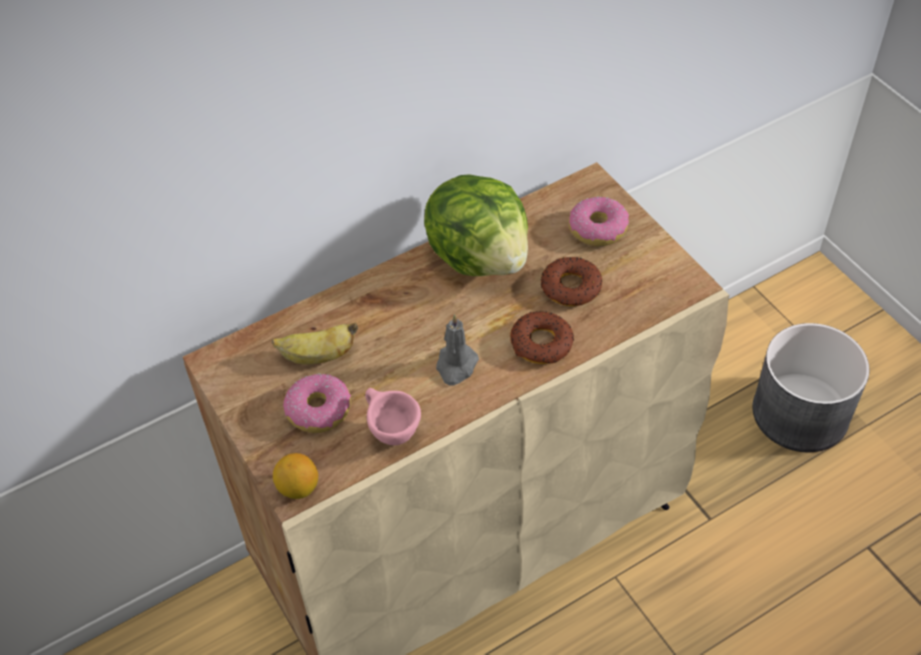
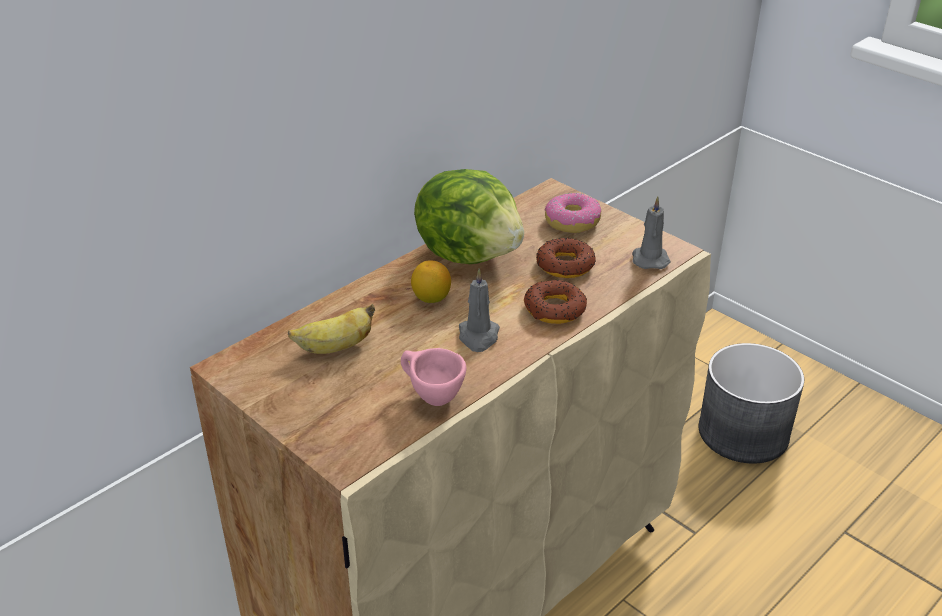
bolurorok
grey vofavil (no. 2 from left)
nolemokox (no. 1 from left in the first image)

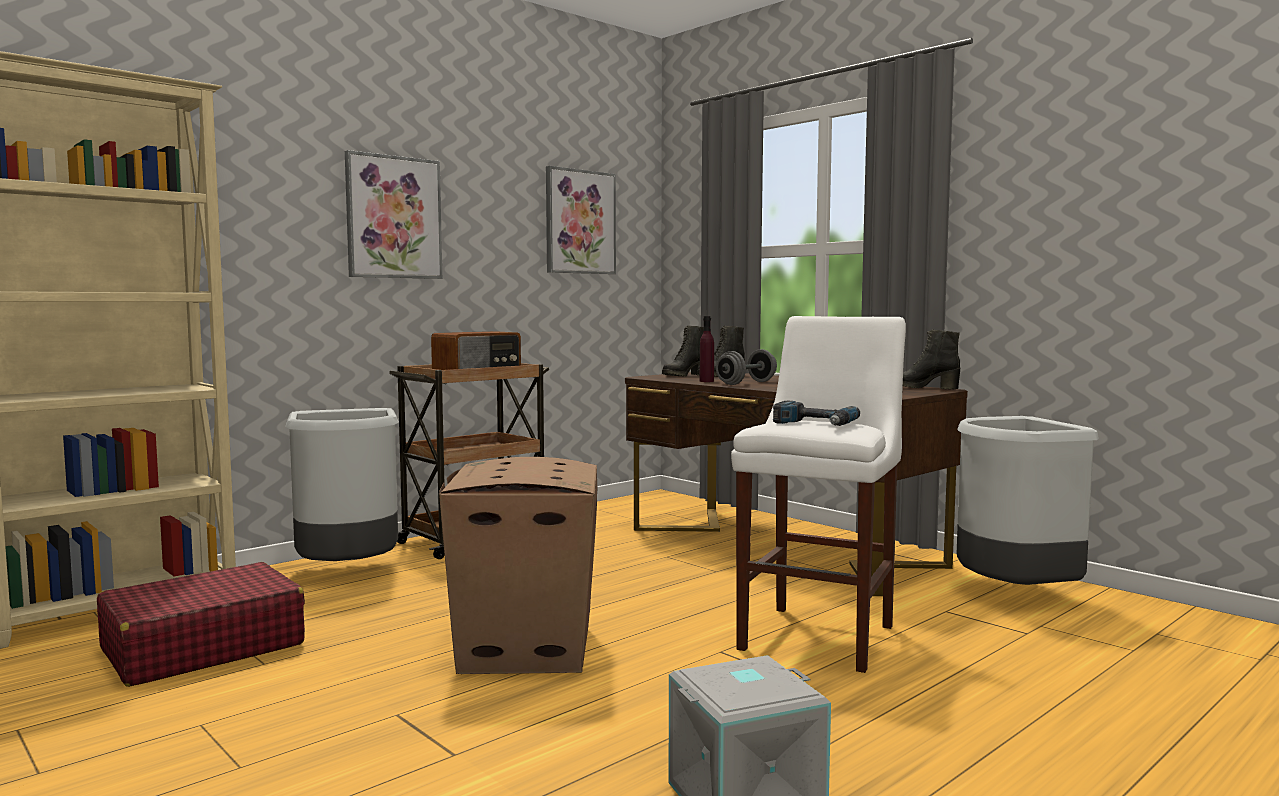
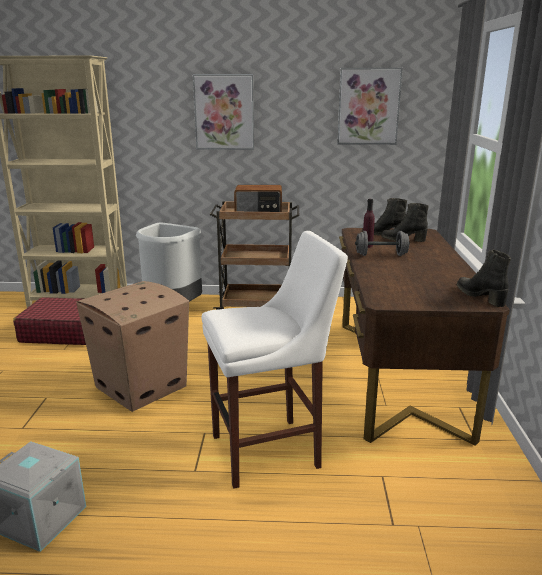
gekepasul
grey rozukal (no. 2 from left in the first image)

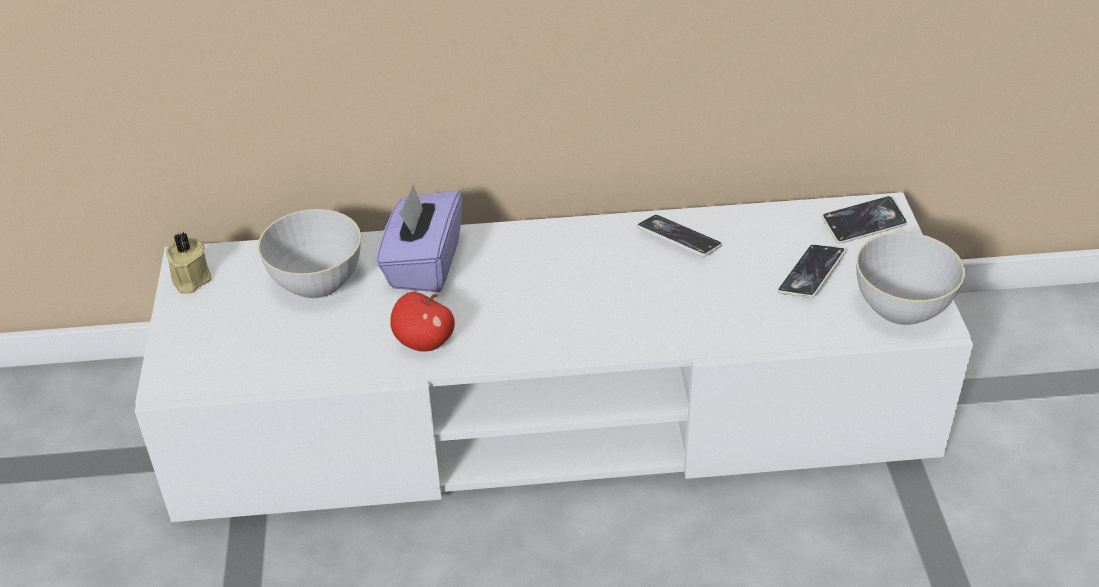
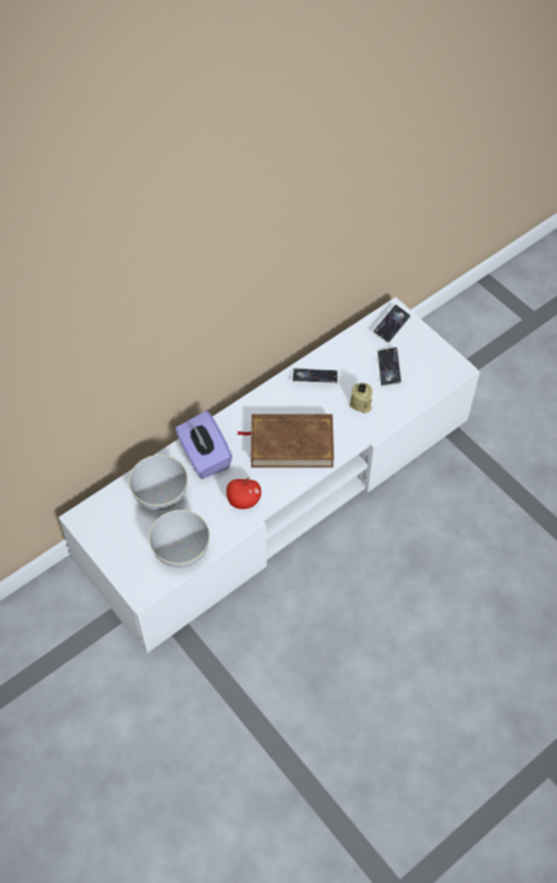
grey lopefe (no. 2 from left)
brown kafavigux
beige vofavil

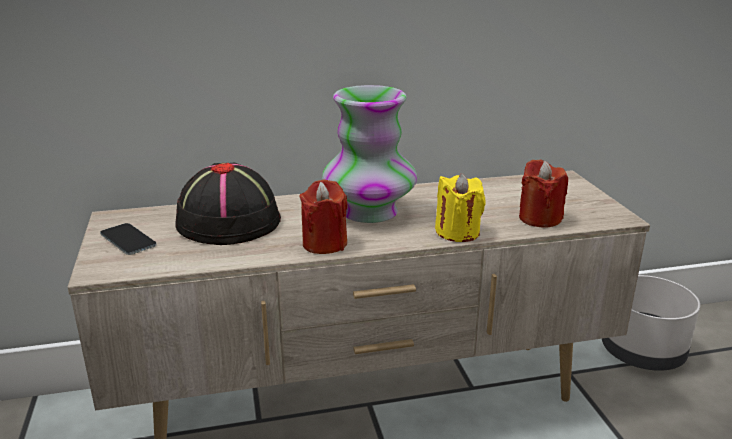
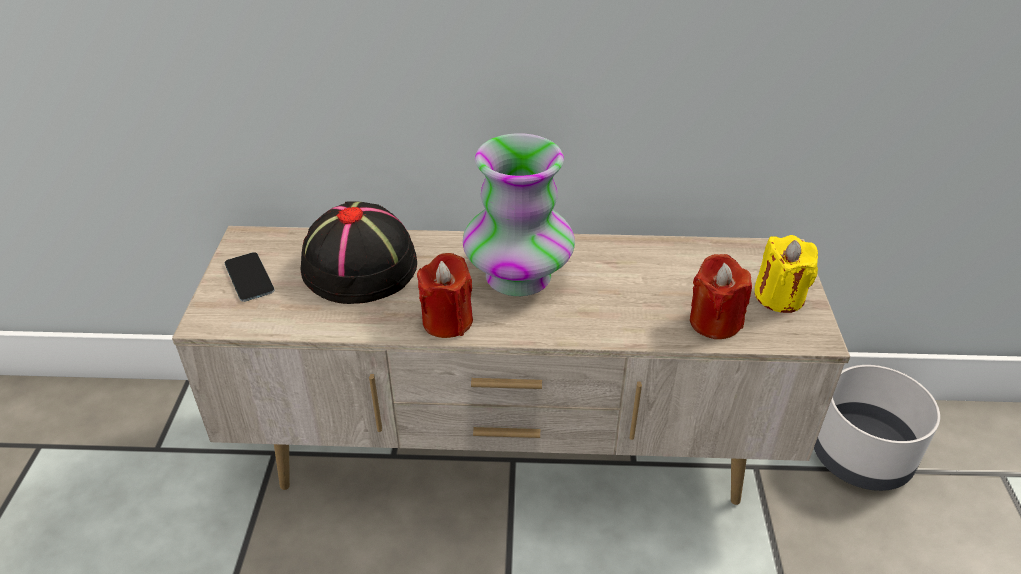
yellow vofavil

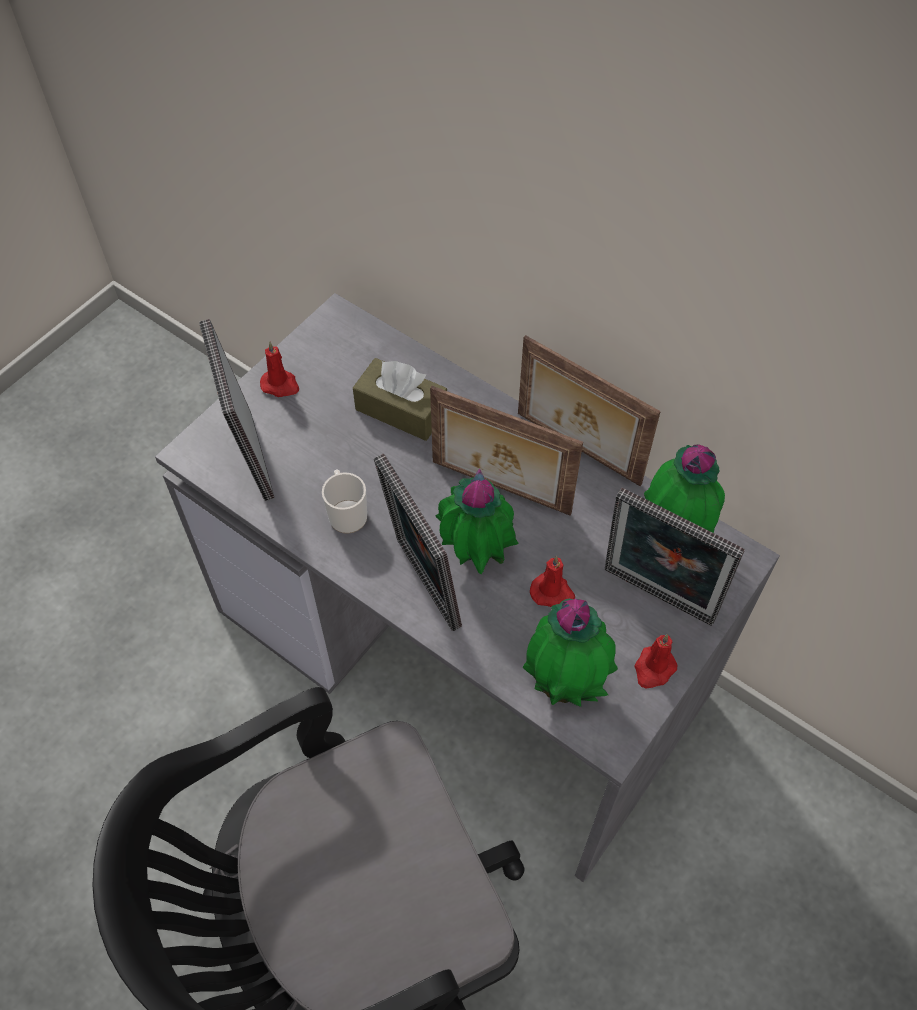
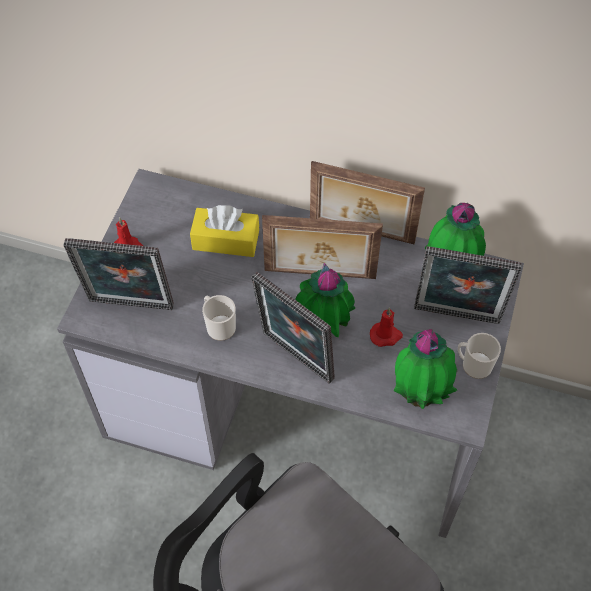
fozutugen (no. 1 from left)
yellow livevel
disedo (no. 2 from left)

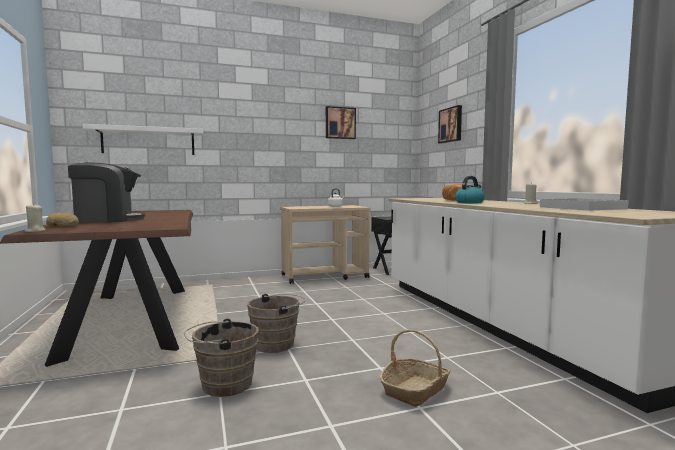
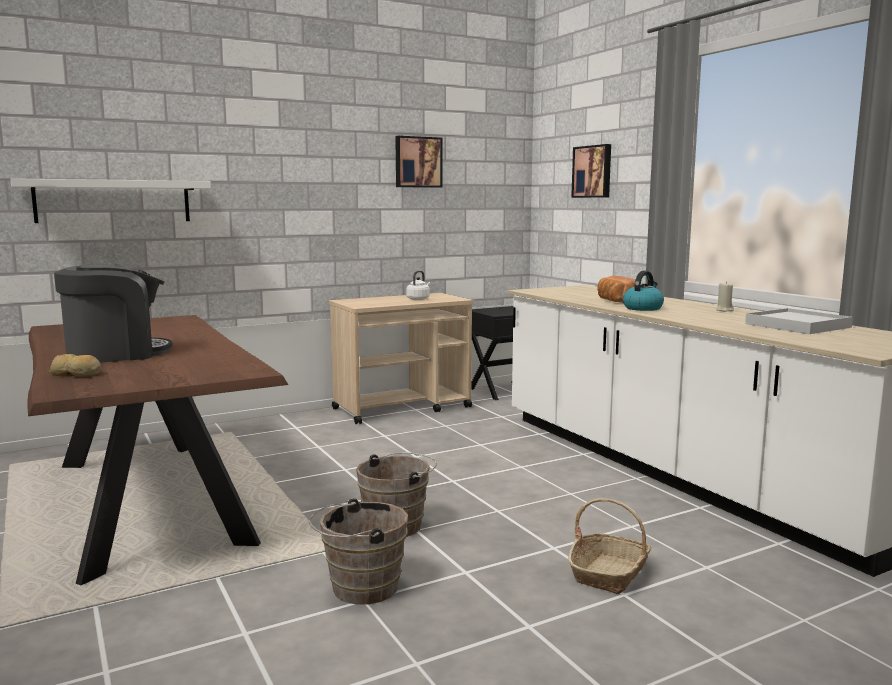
beige vofavil (no. 1 from left in the first image)

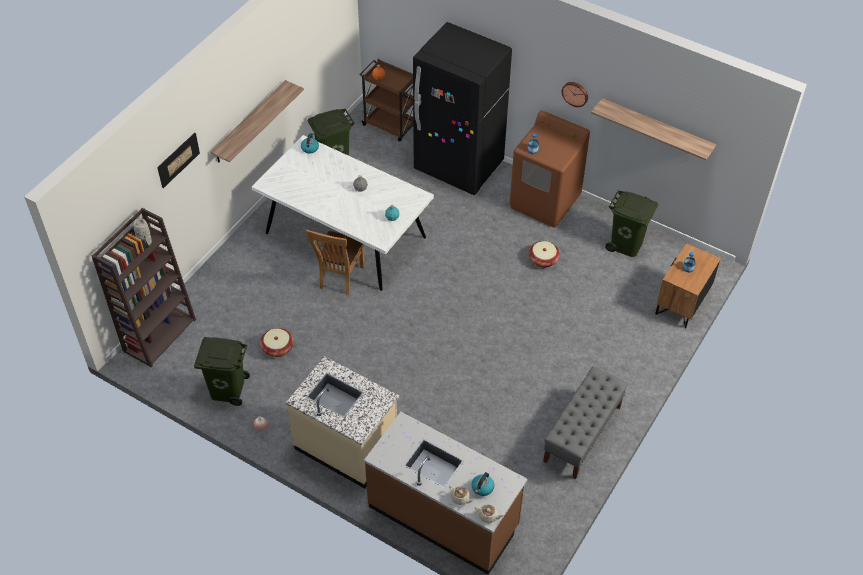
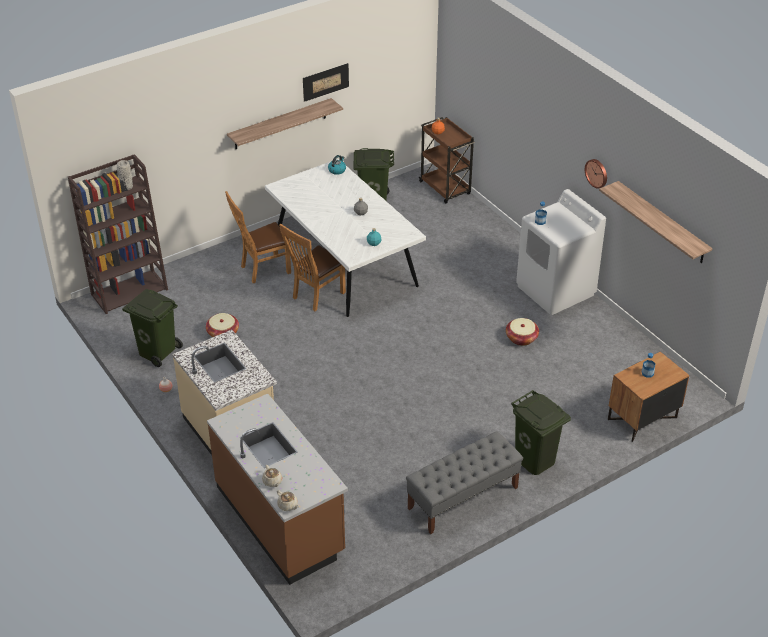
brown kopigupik (no. 1 from left)
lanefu
green rozukal (no. 3 from left)
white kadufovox
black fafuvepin
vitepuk (no. 2 from left in the first image)

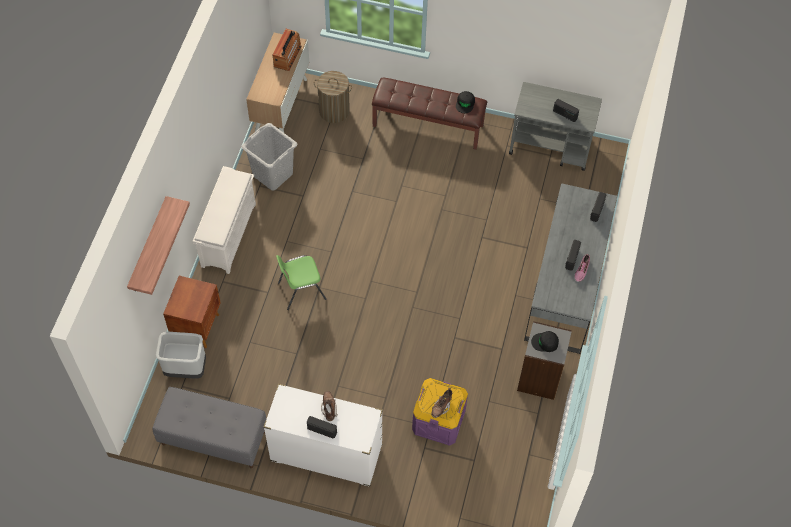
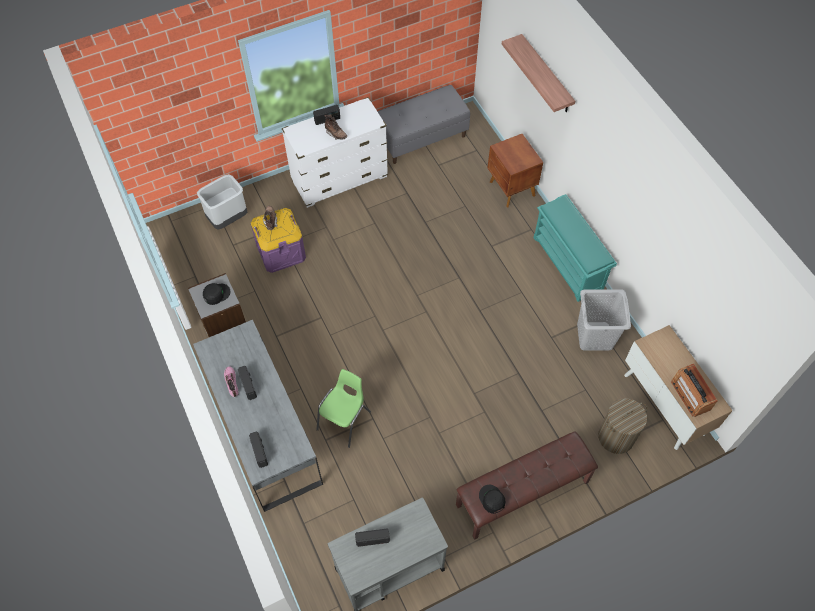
grey rozukal
green kopigupik
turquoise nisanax

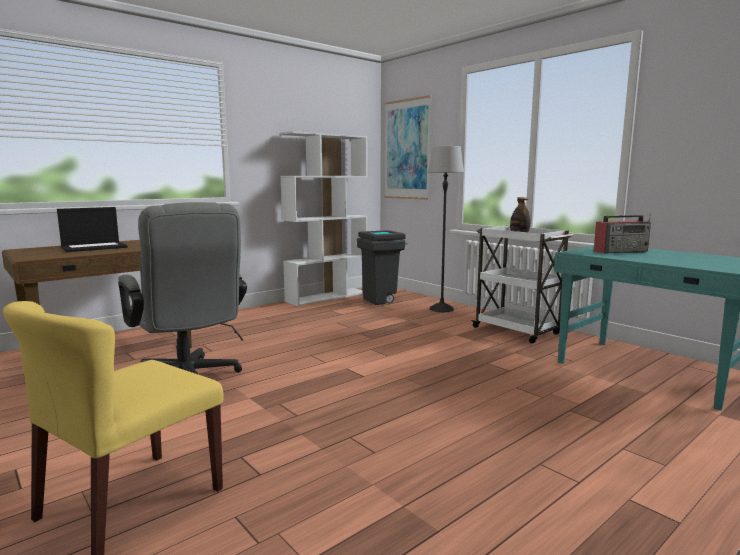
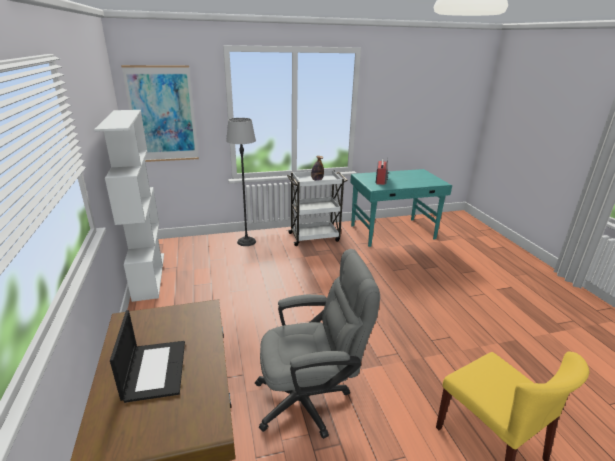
grey rozukal

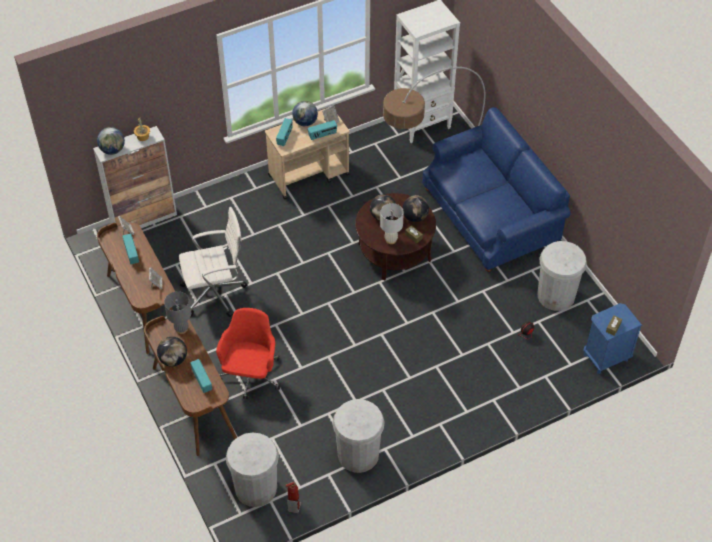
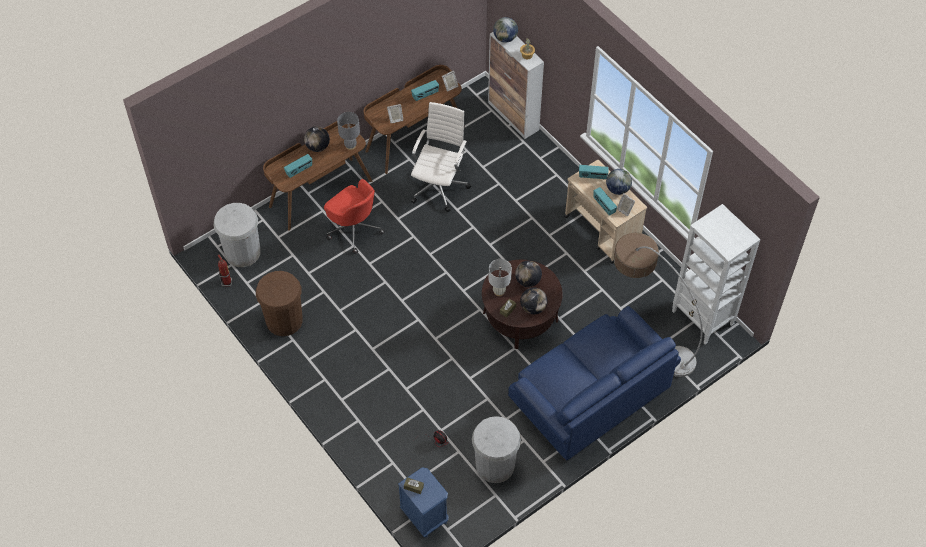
brown rozukal
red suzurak
white suzurak

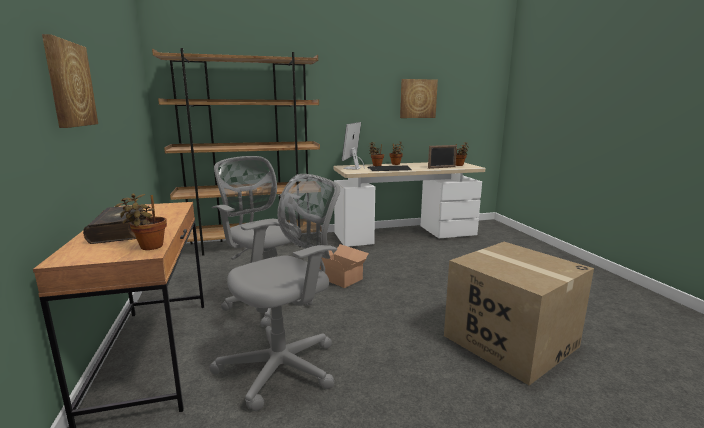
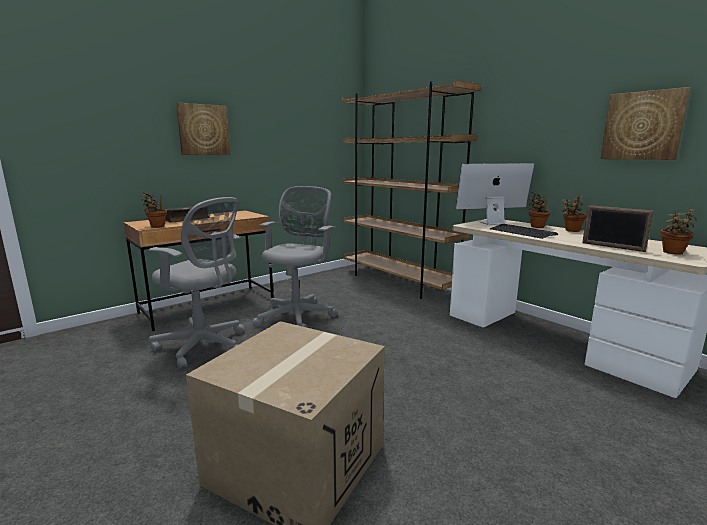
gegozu (no. 1 from left in the first image)

